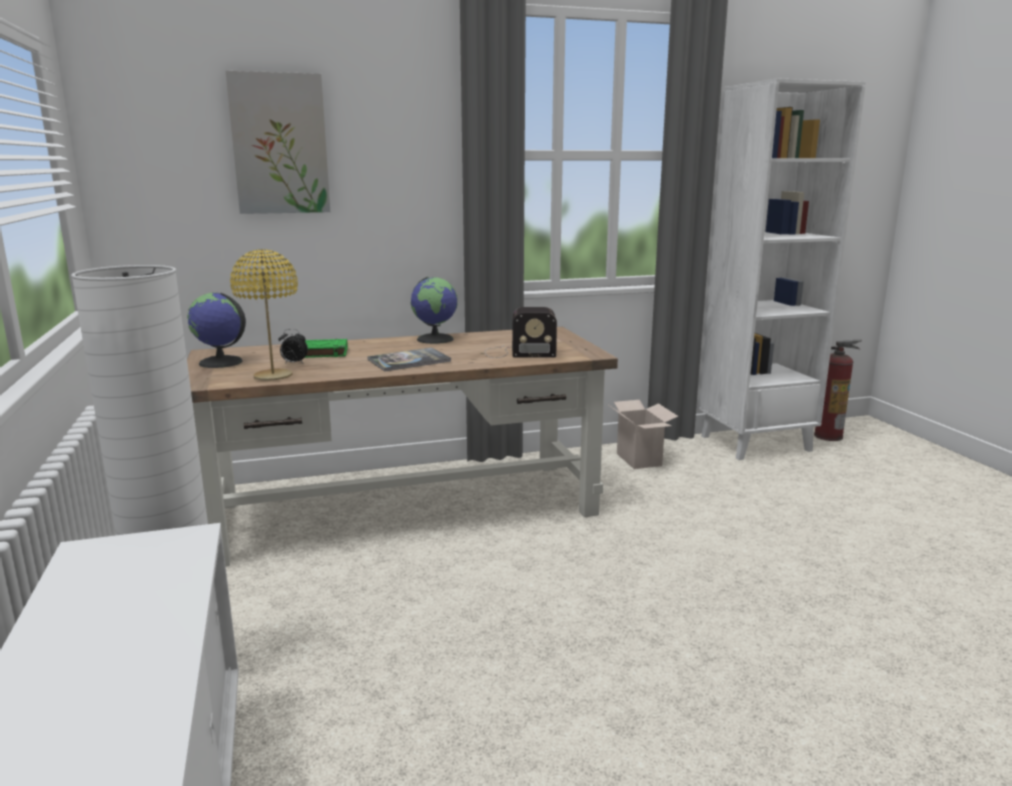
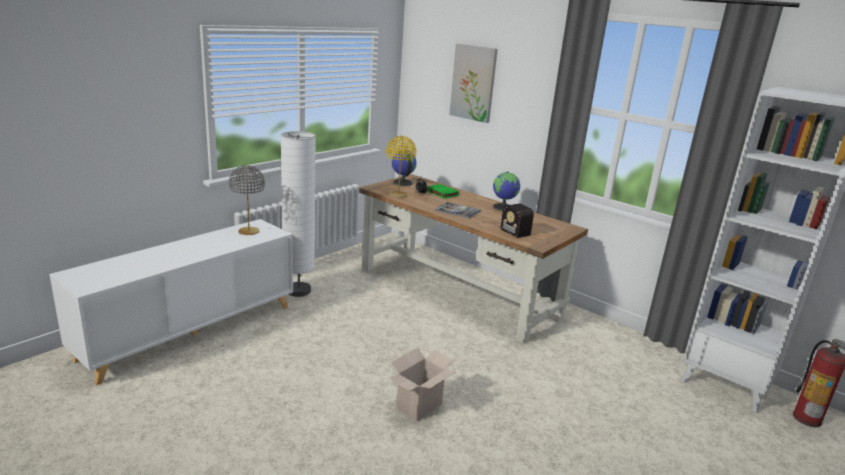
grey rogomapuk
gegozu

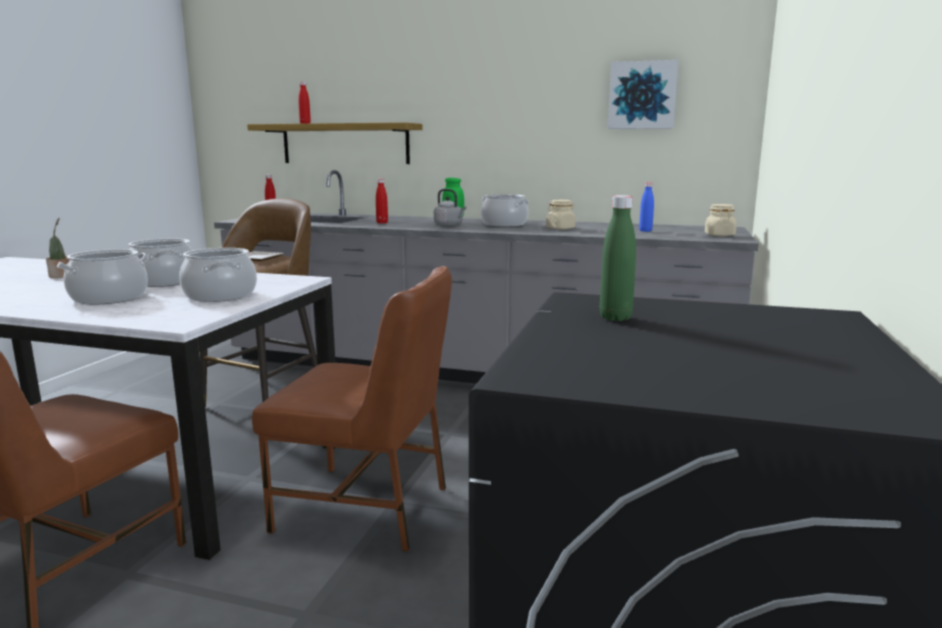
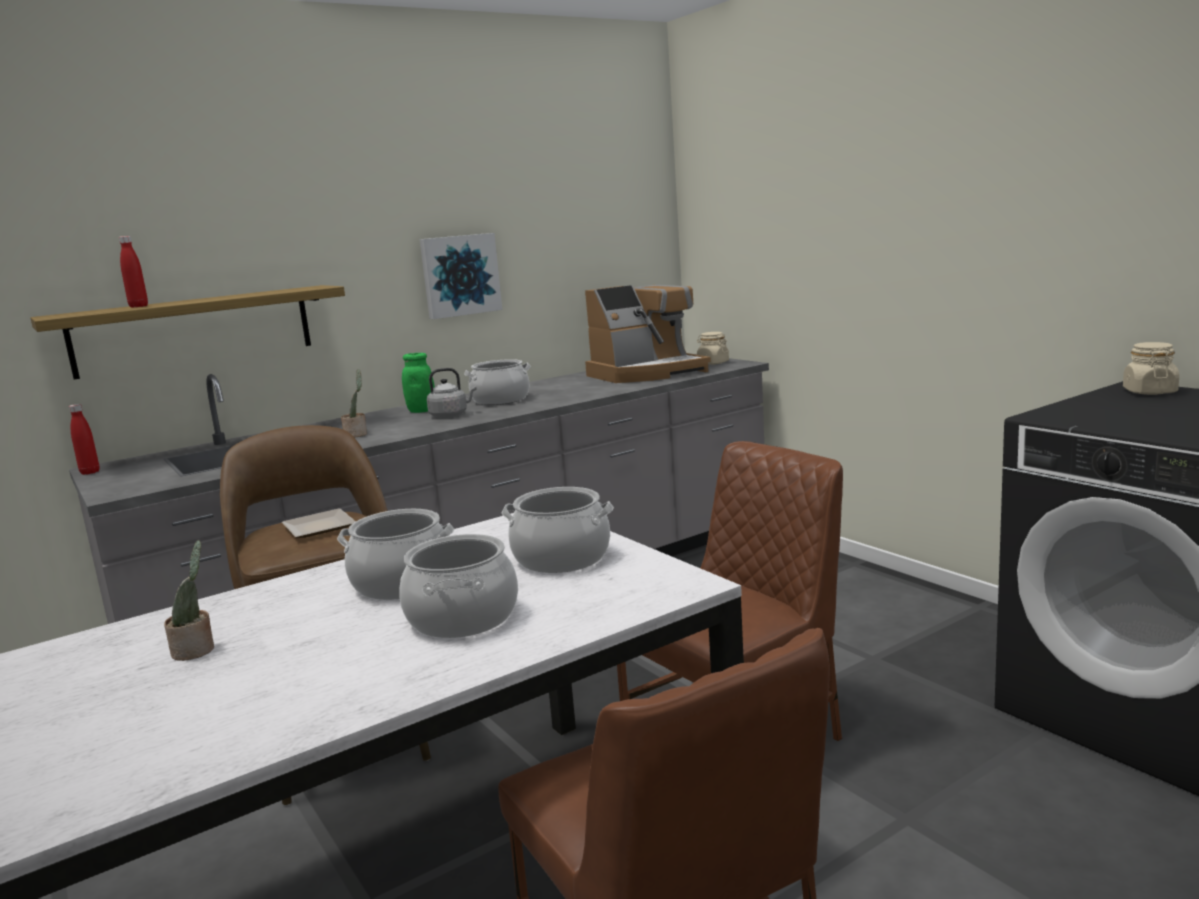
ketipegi (no. 2 from left)
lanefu
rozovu
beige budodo (no. 2 from left)
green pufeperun

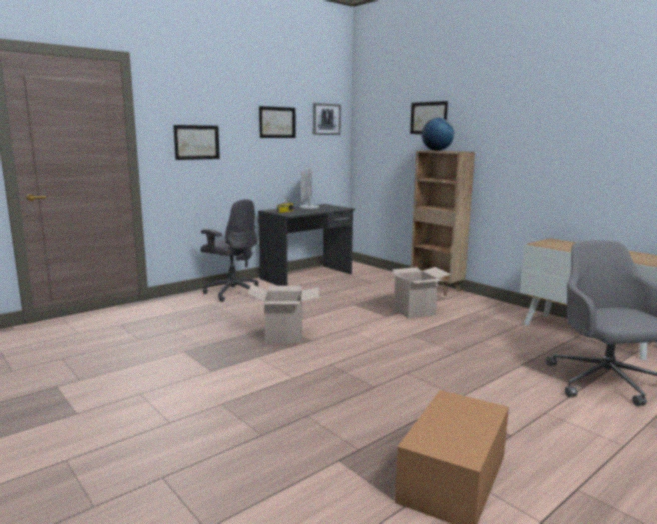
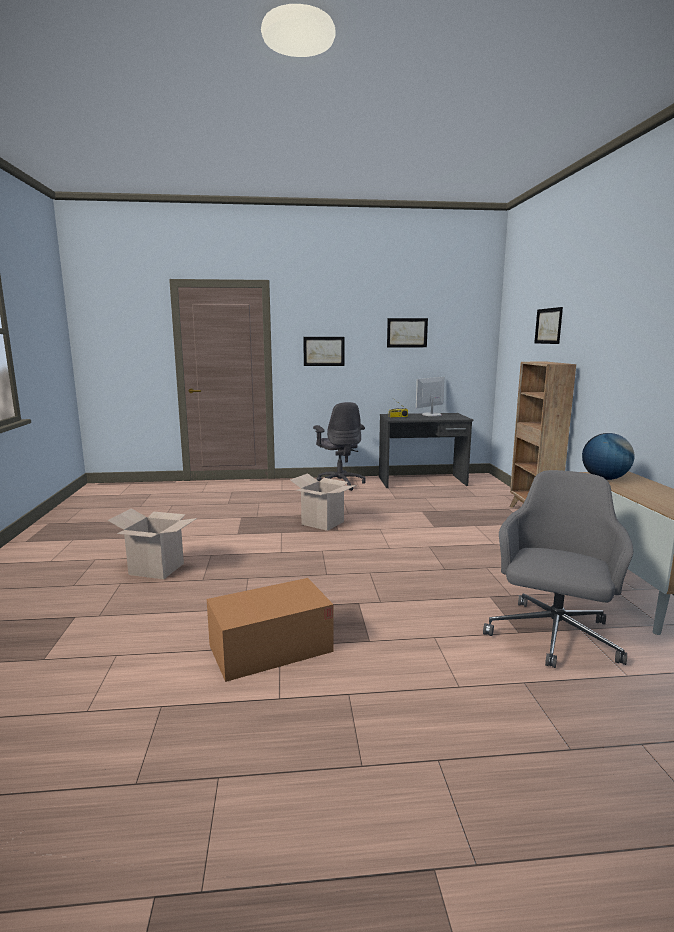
gegozu (no. 1 from left)
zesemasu
lanefu (no. 3 from left in the first image)

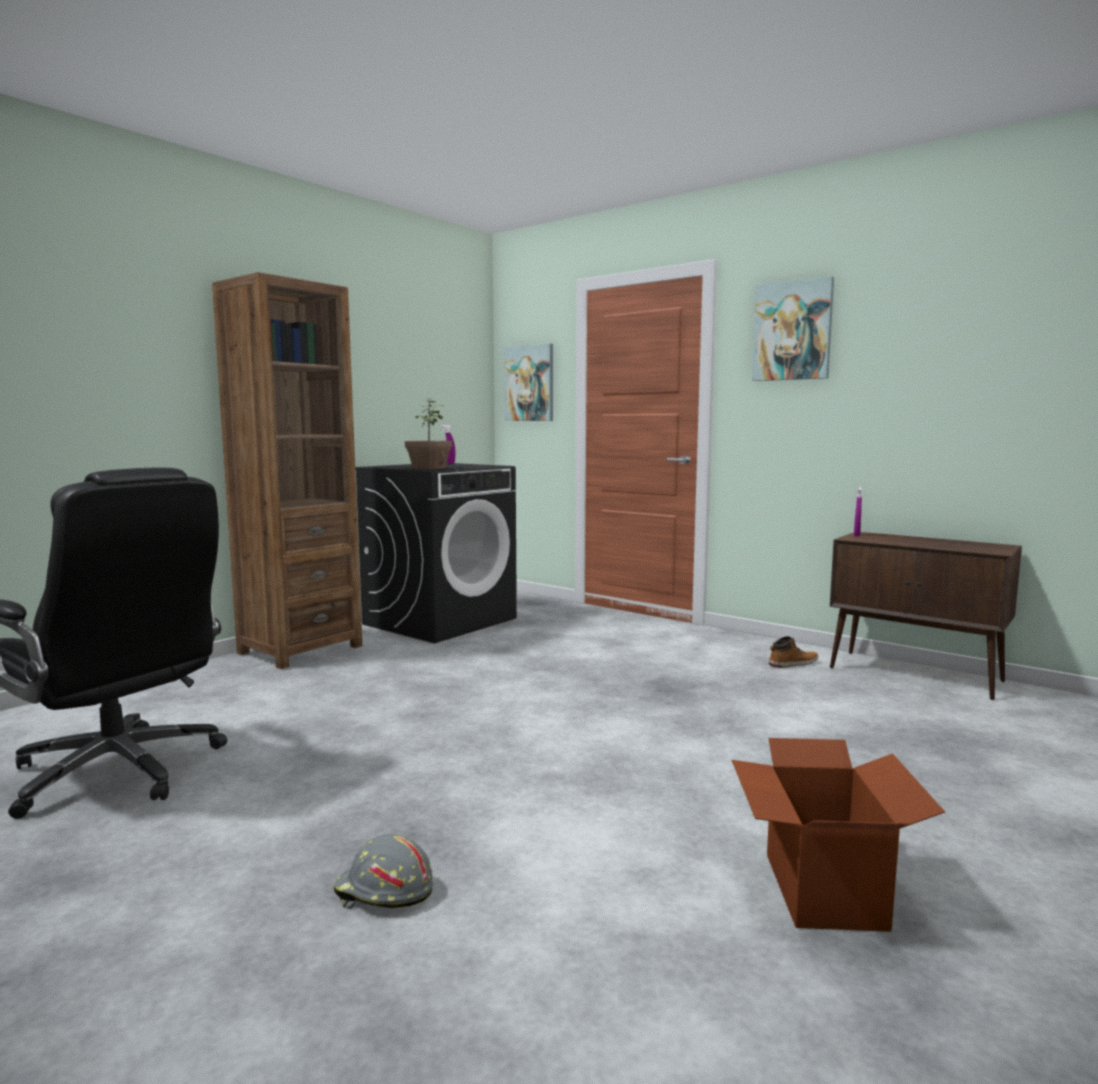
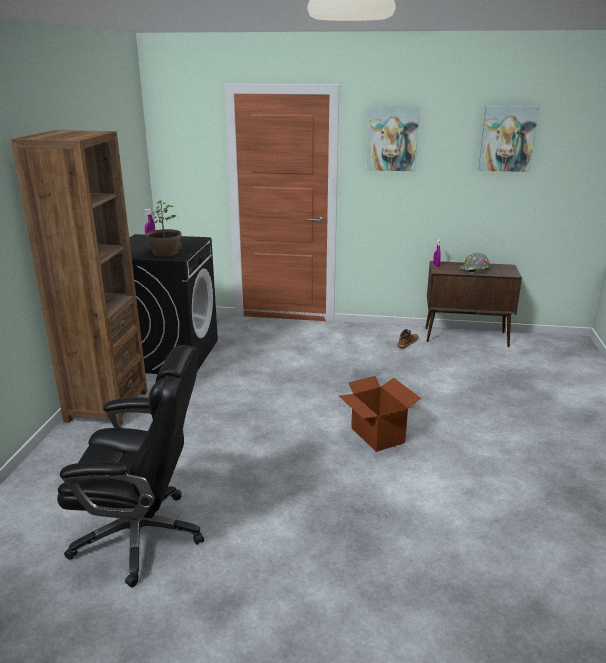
gegozu
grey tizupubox
lanefu (no. 2 from left)

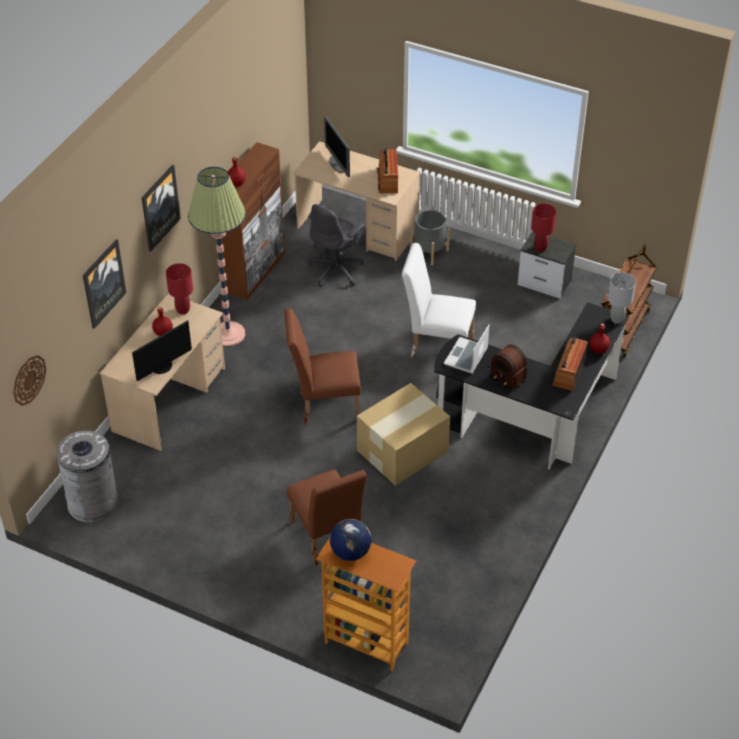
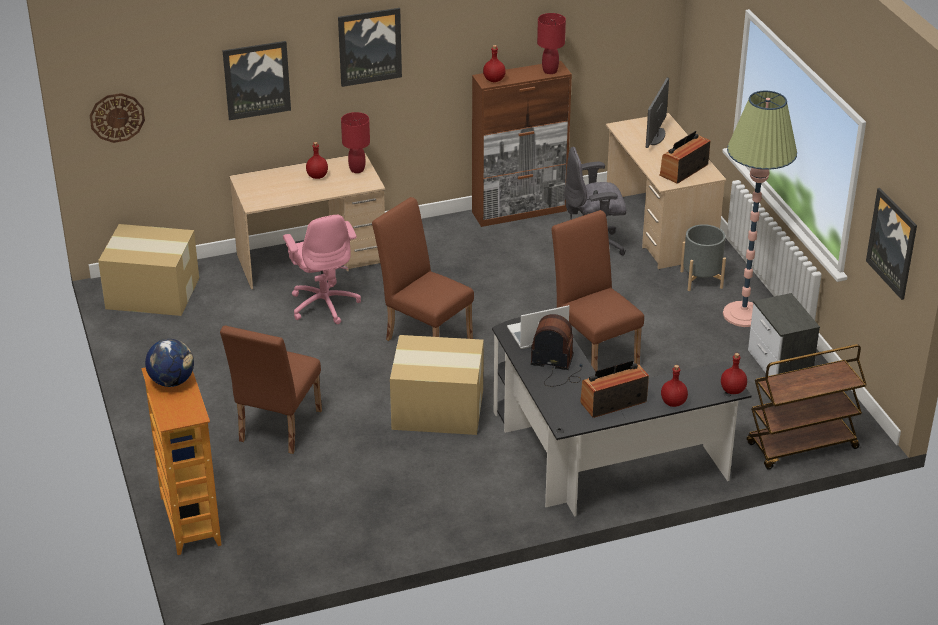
gegozu (no. 1 from left)
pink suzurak
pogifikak (no. 1 from left)
red rogomapuk (no. 2 from left)
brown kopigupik (no. 3 from left)
red pufeperun (no. 4 from left)
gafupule
lanefu (no. 3 from left)
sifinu (no. 1 from left in the first image)

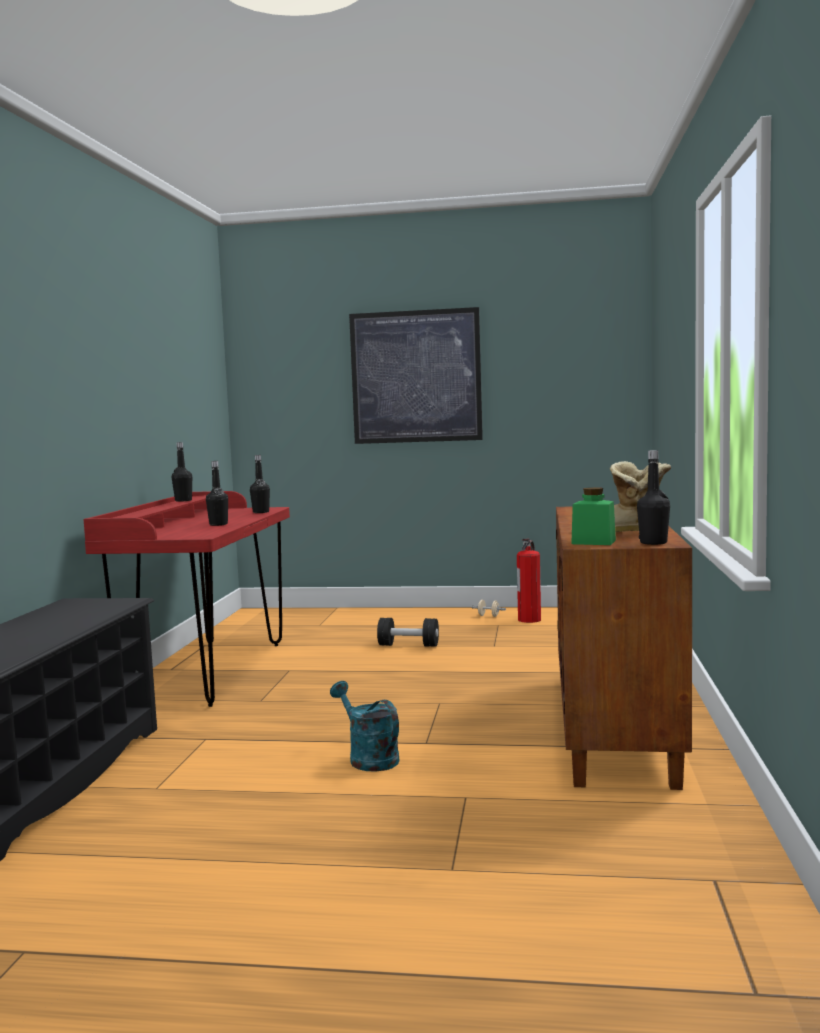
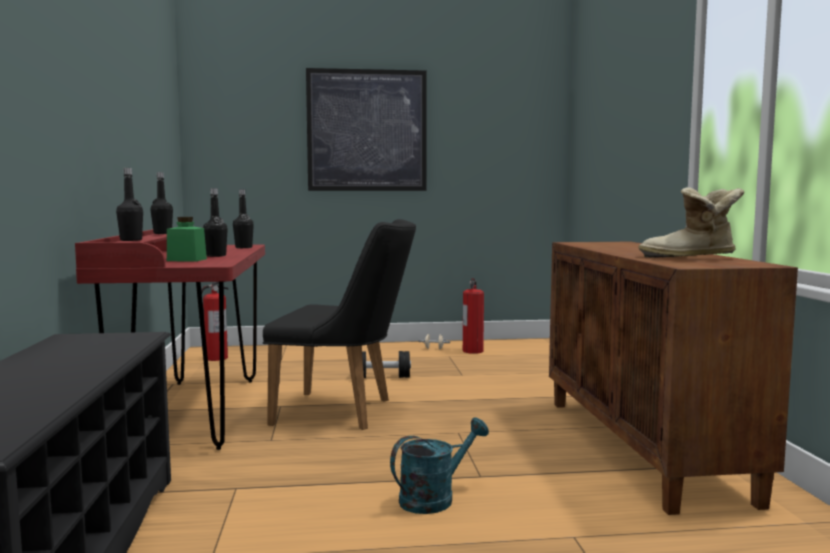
black pufeperun (no. 1 from left)
green budodo
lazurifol (no. 1 from left)
black kopigupik
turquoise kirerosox

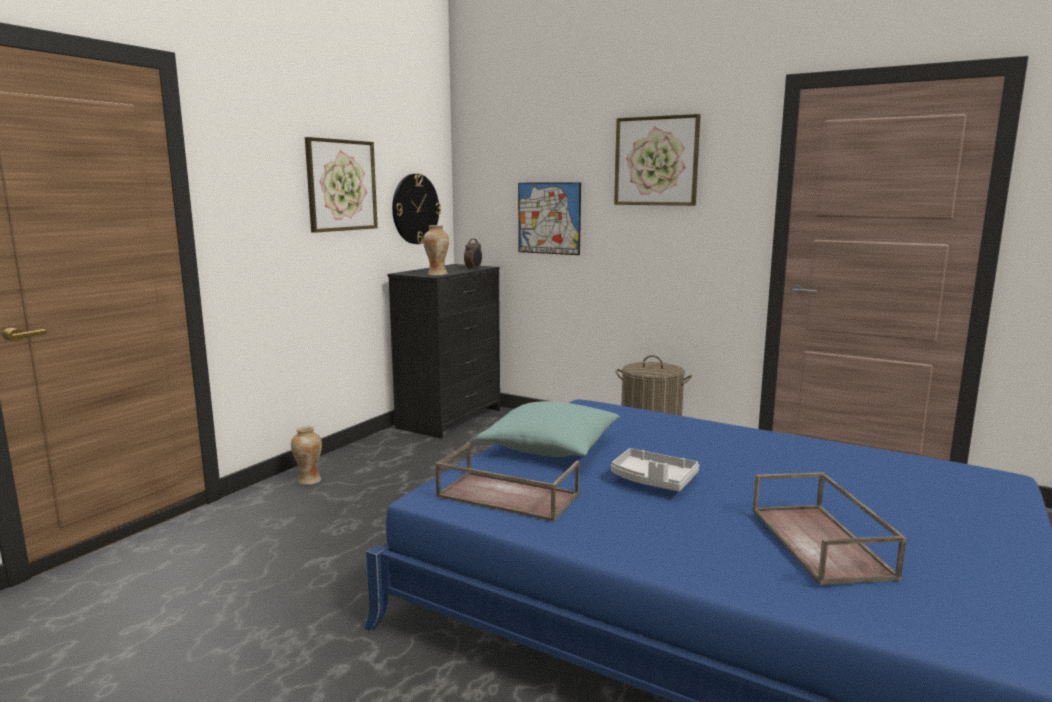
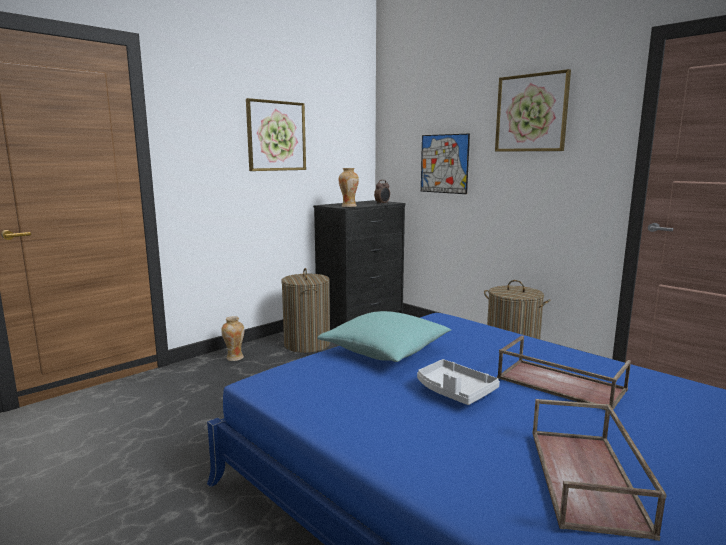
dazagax (no. 1 from left)
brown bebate (no. 1 from left)
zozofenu

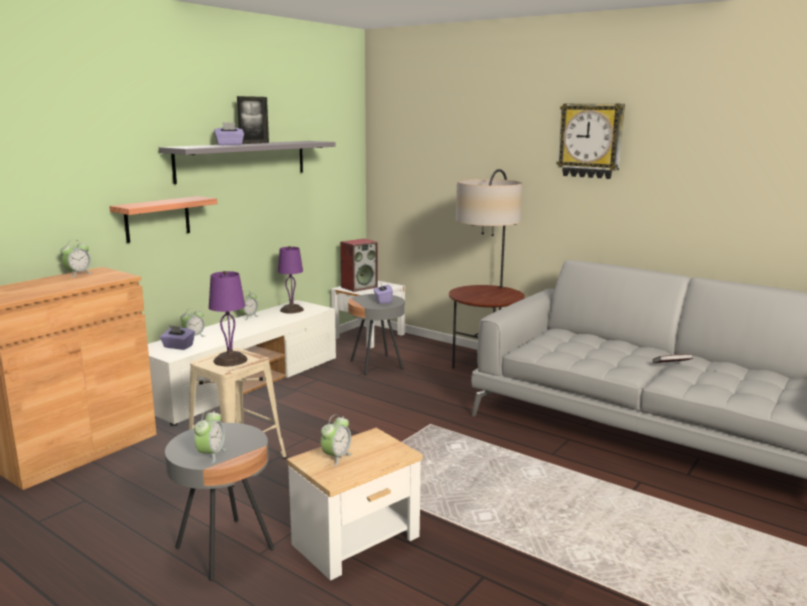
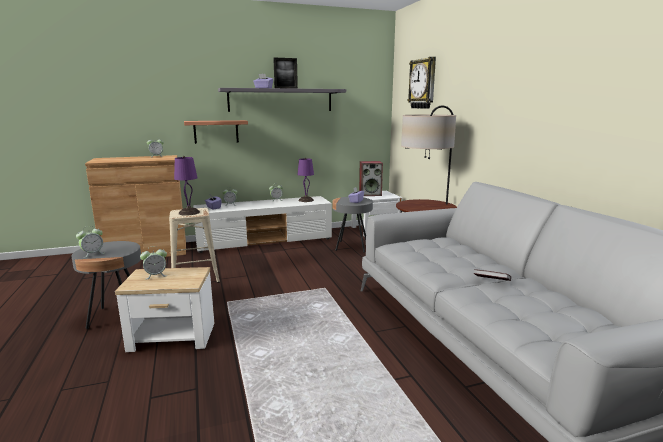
zozofenu

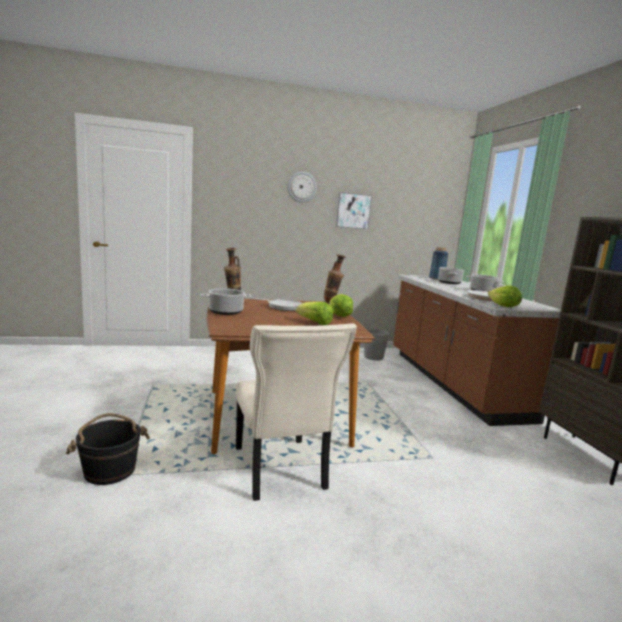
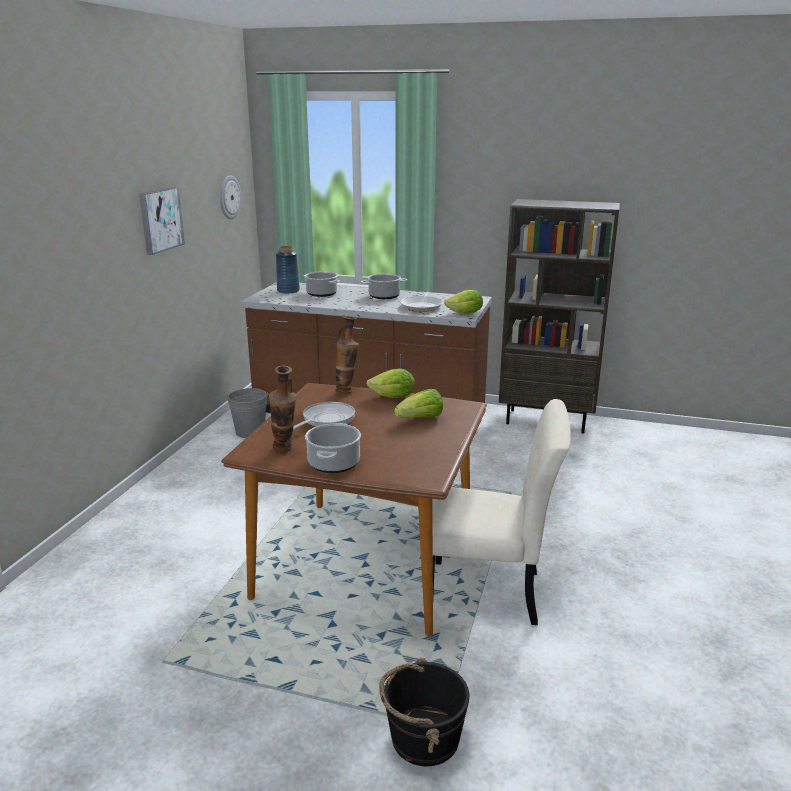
zozofenu

